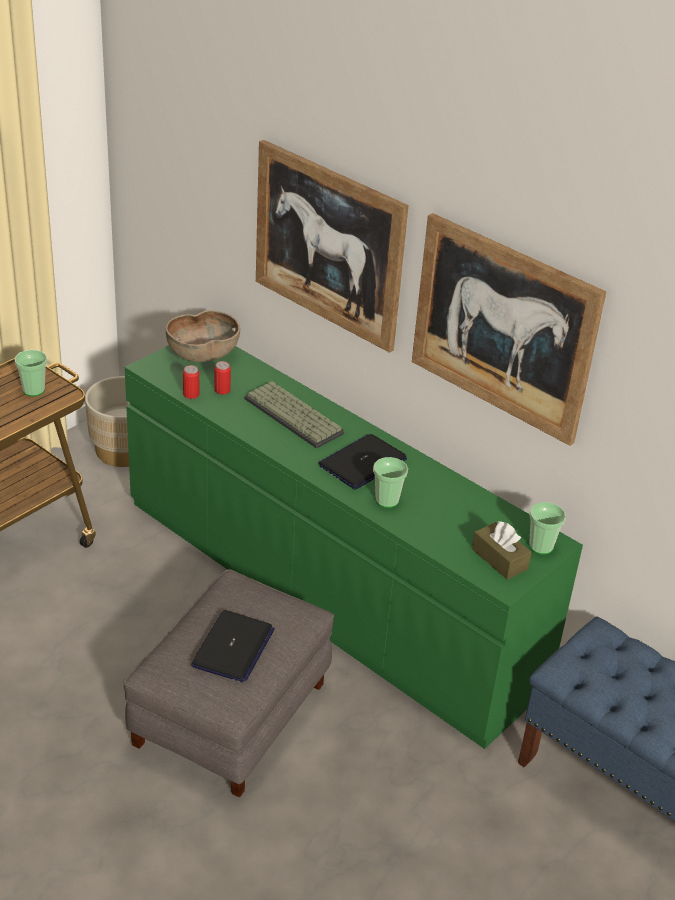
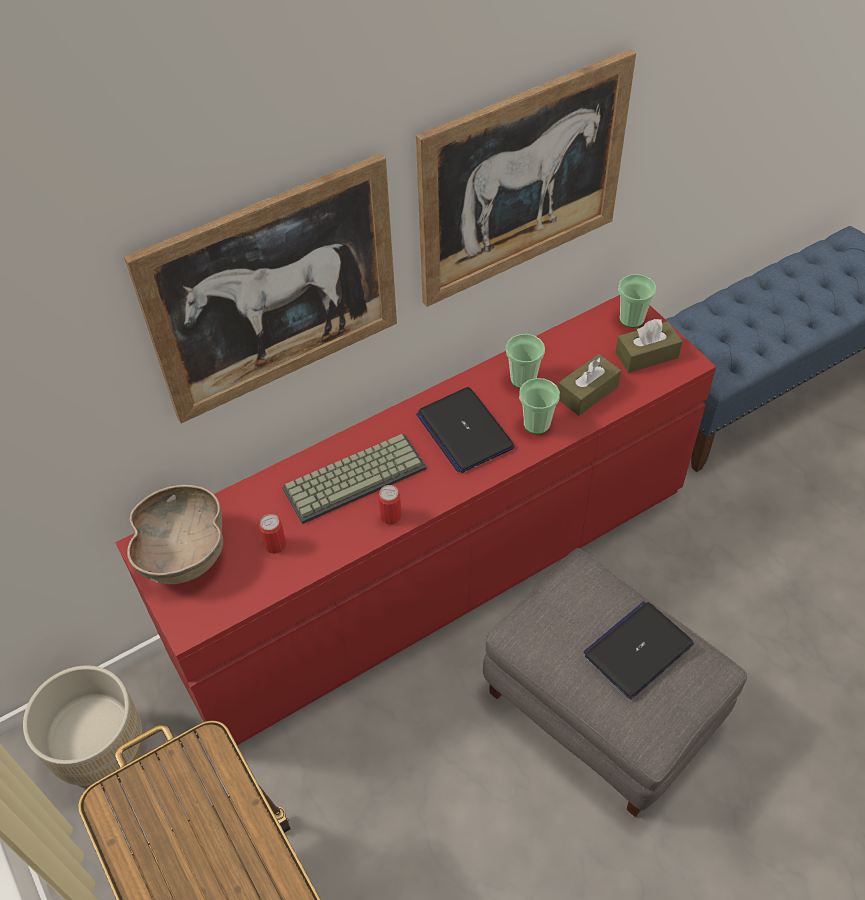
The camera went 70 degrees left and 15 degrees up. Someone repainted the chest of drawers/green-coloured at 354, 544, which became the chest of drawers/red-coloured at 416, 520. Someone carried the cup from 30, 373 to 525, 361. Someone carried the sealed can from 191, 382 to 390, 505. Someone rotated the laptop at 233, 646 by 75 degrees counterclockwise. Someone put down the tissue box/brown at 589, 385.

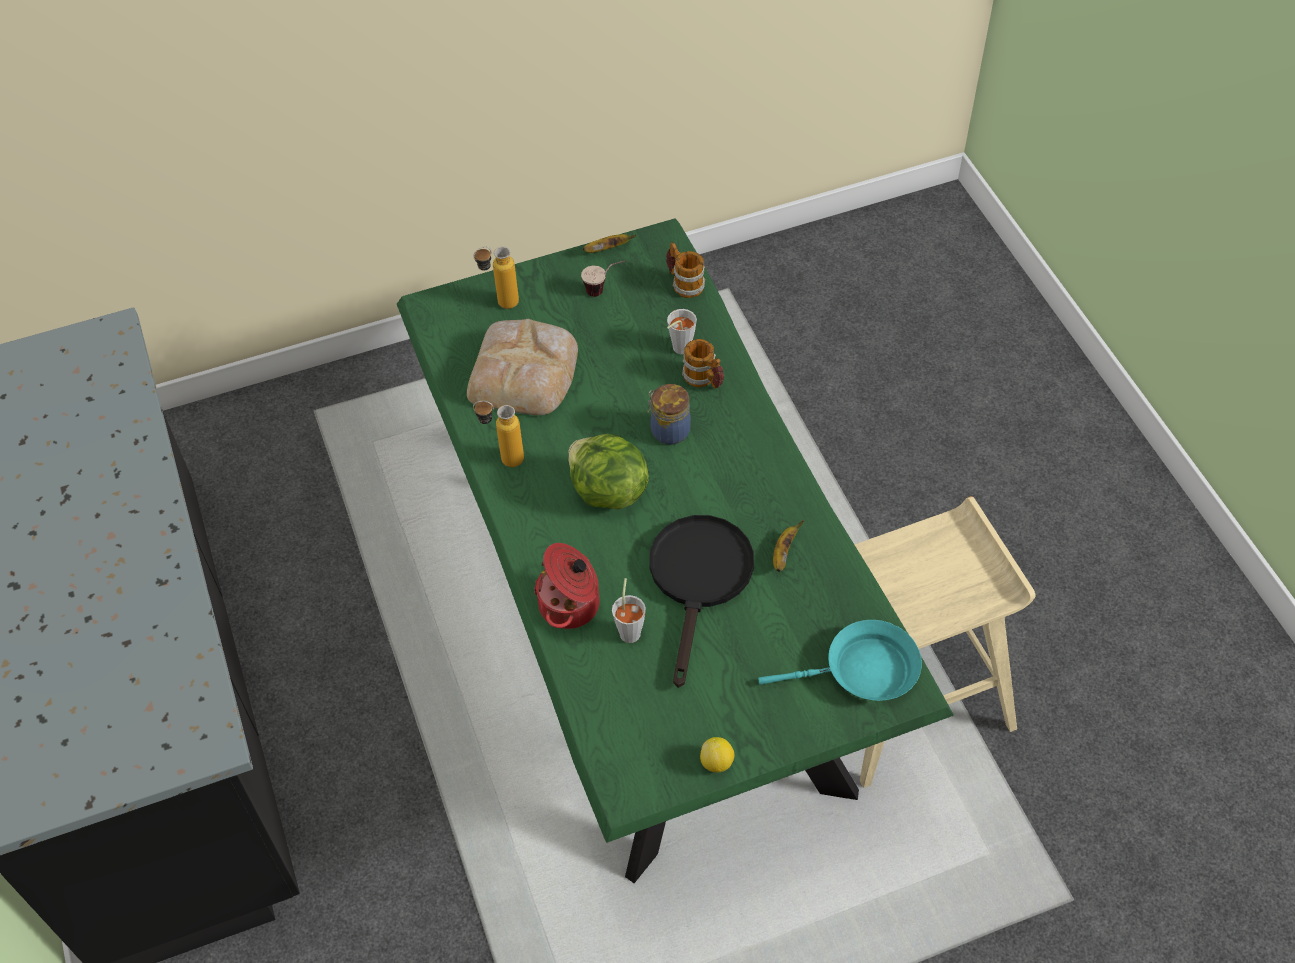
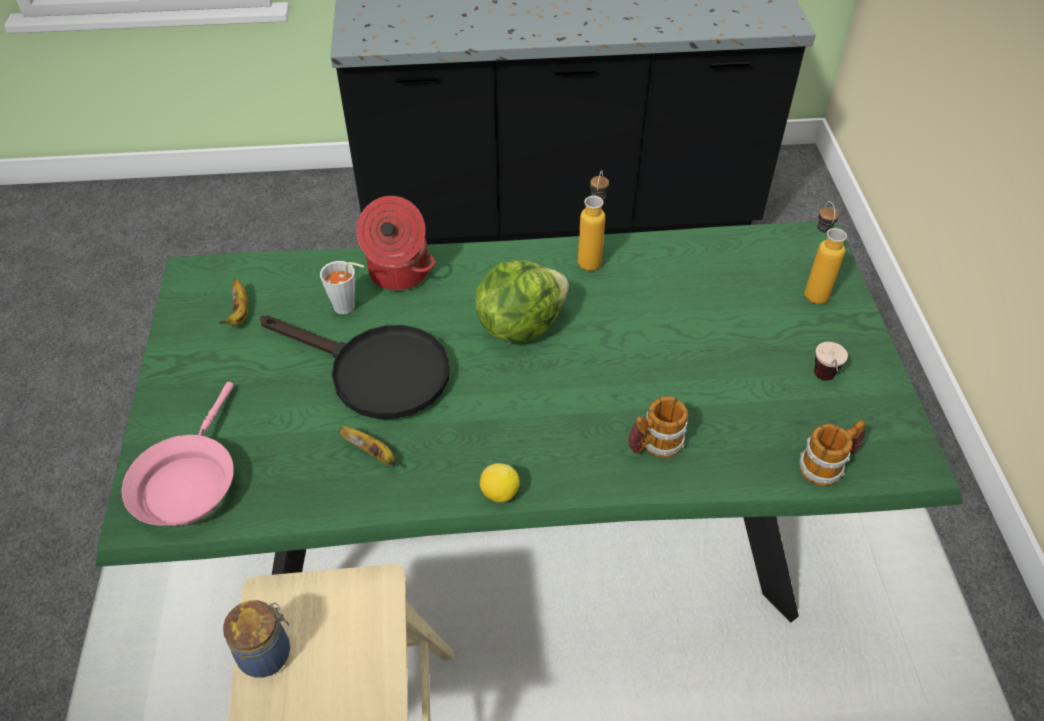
The camera went 105 degrees right and 5 degrees down. Someone carried the whole banana from 609, 243 to 233, 302. Someone took away the cup/grey at 682, 331. Someone took away the bread at 522, 367. Someone carried the preserve jar from 669, 414 to 256, 639. Someone repainted the frying pan/turquoise-coloured at 840, 660, which became the frying pan/pinkish at 178, 454. Someone carried the whole lemon from 717, 754 to 500, 482.

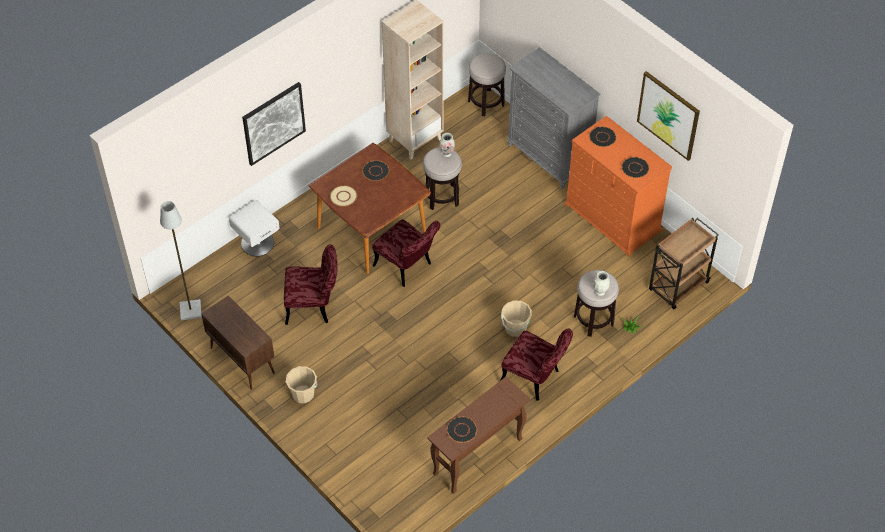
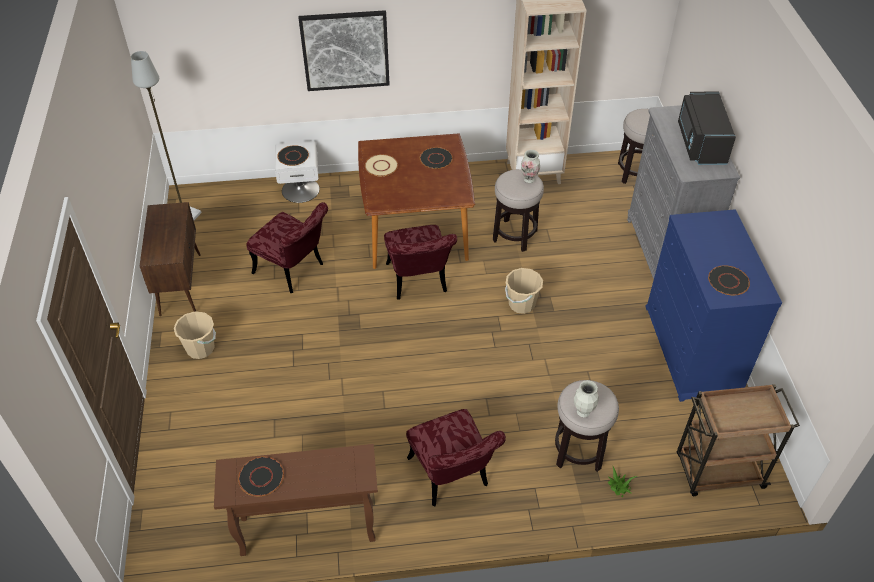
The camera went 35 degrees right and 5 degrees down. Someone took away the wall art at 668, 116. Someone repainted the chest of drawers/orange-coloured at 618, 186, which became the chest of drawers/blue at 713, 305. Someone carried the flat dish/blackish from 602, 137 to 293, 155. Someone carried the bucket/beige from 516, 318 to 524, 291. Someone put down the microwave/blackish at 707, 128.

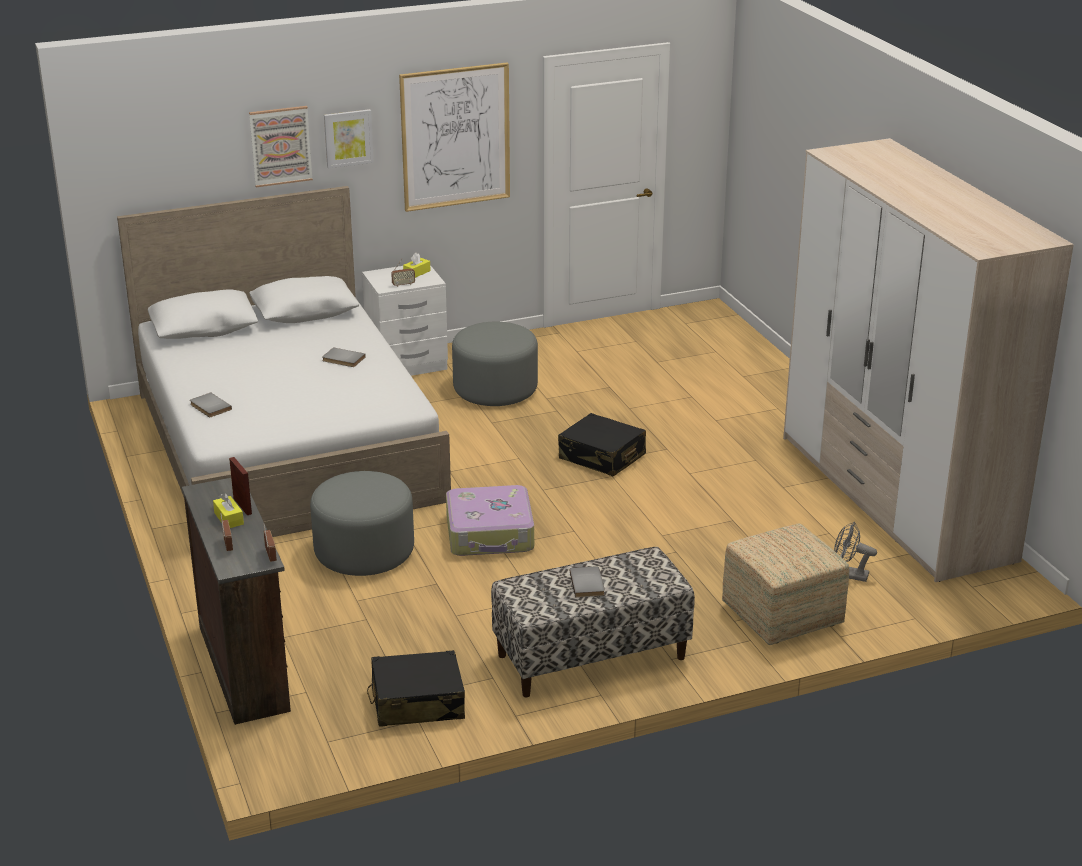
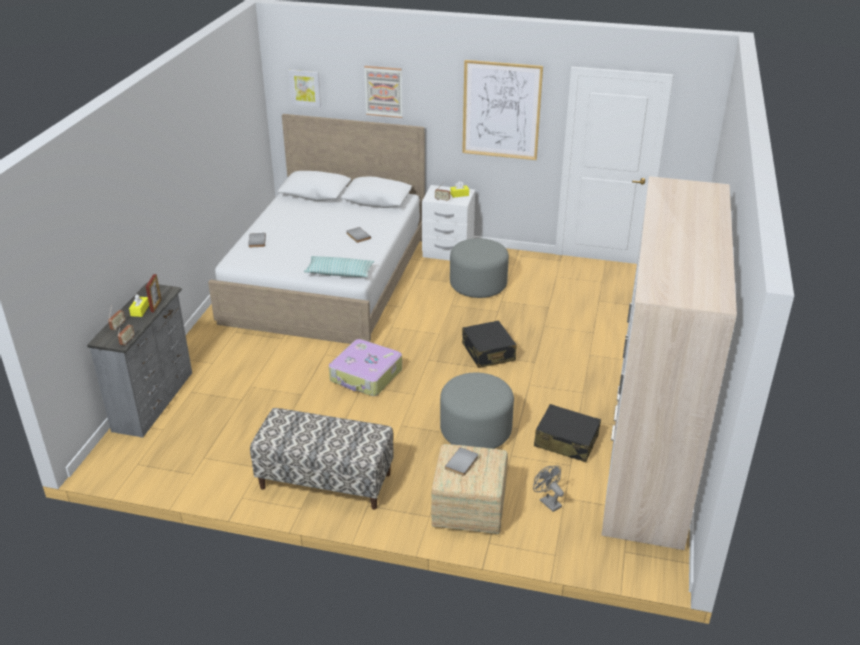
The camera went 35 degrees right and 5 degrees up. Someone carried the wall art from 349, 138 to 305, 88. Someone carried the ottoman/grey from 362, 523 to 477, 411. Someone repainted the chest of drawers/brown at 236, 601, which became the chest of drawers/grey at 139, 360. Someone carried the bound book/grey from 587, 581 to 461, 461. Someone carried the travel case/blackish from 416, 688 to 567, 433. Someone put down the throw pillow at 339, 266.

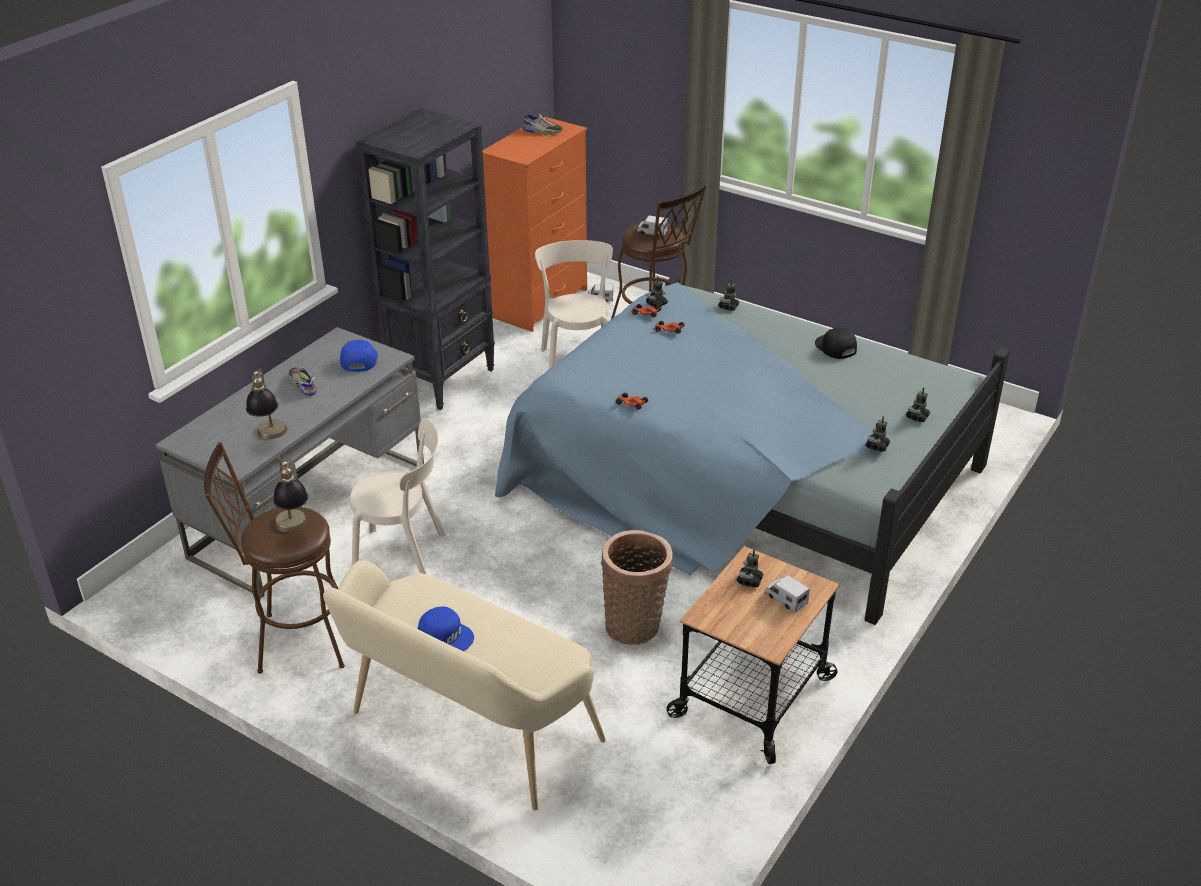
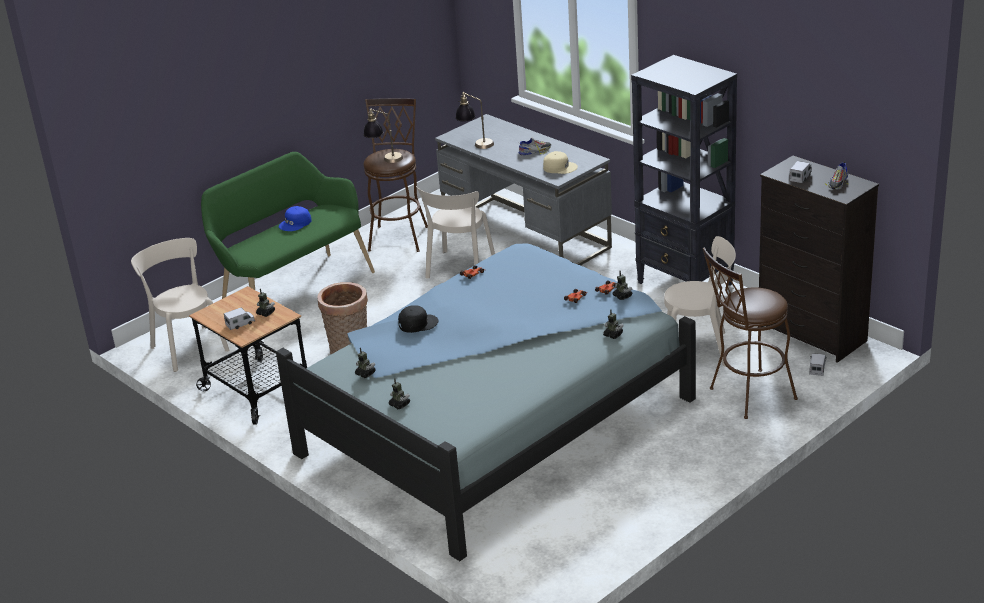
The camera went 105 degrees right and 5 degrees down. Someone repainted the chest of drawers/orange-coloured at 535, 224, which became the chest of drawers/blackish at 818, 259. Someone carried the toy truck from 652, 225 to 800, 172. Someone carried the peaked cap/blackish from 836, 343 to 418, 319. Someone repainted the peaked cap/blue at 359, 356, which became the peaked cap/beige at 560, 162. Someone repainted the bench/beige at 464, 685, which became the bench/green-coloured at 288, 225. Someone put down the chair/beige at 180, 305.

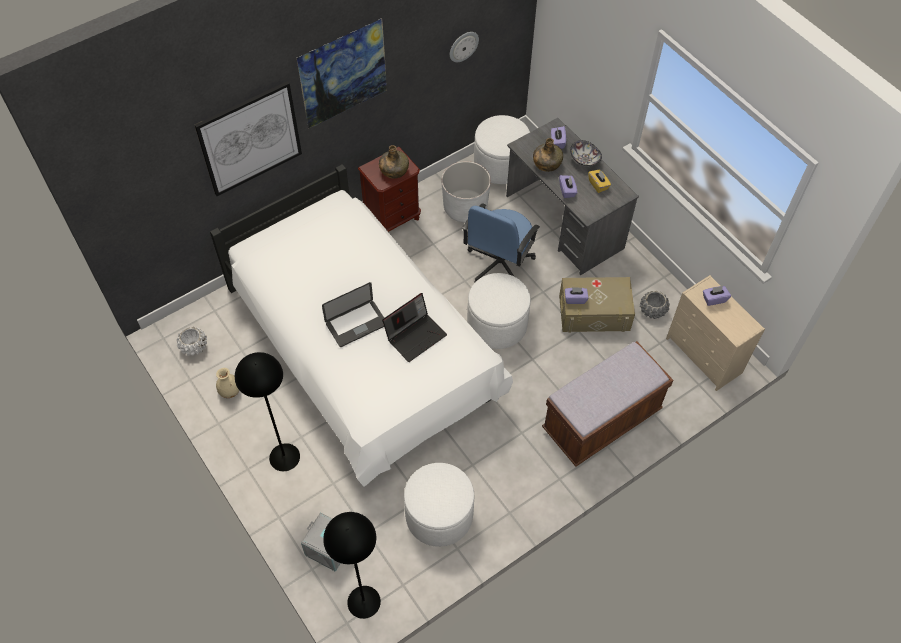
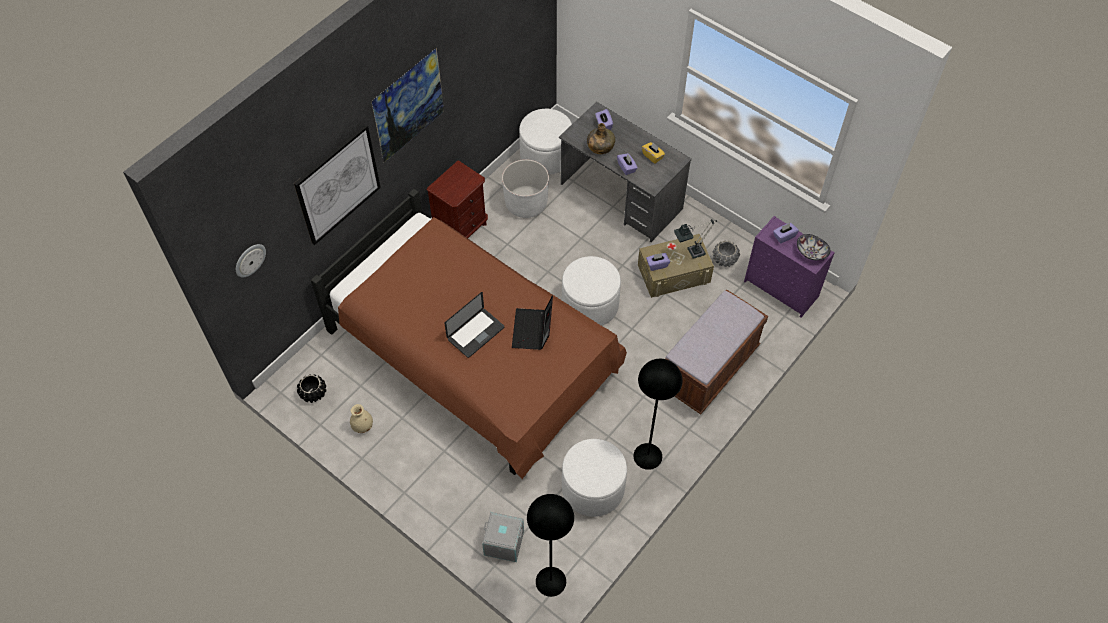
The camera went 15 degrees left and 0 degrees up. Someone carried the clock on the wall from 464, 47 to 251, 260. Someone carried the bowl from 586, 153 to 814, 247. Someone took away the drink bottle/green-coloured at 394, 162. Someone repainted the sleeping bed/white-coloured at 361, 325, which became the sleeping bed/brown at 469, 334. Someone took away the computer chair/blue at 501, 242. Someone repainted the chest of drawers/beige at 715, 333, which became the chest of drawers/purple at 789, 267. Someone rotated the laptop at 414, 327 by 150 degrees clockwise. Someone repainted the flower pot/white-coloured at 192, 341, which became the flower pot/blackish at 311, 388. Someone carried the floor lamp/blackish from 267, 411 to 658, 414. Someone put down the lamp for a table at 695, 239.

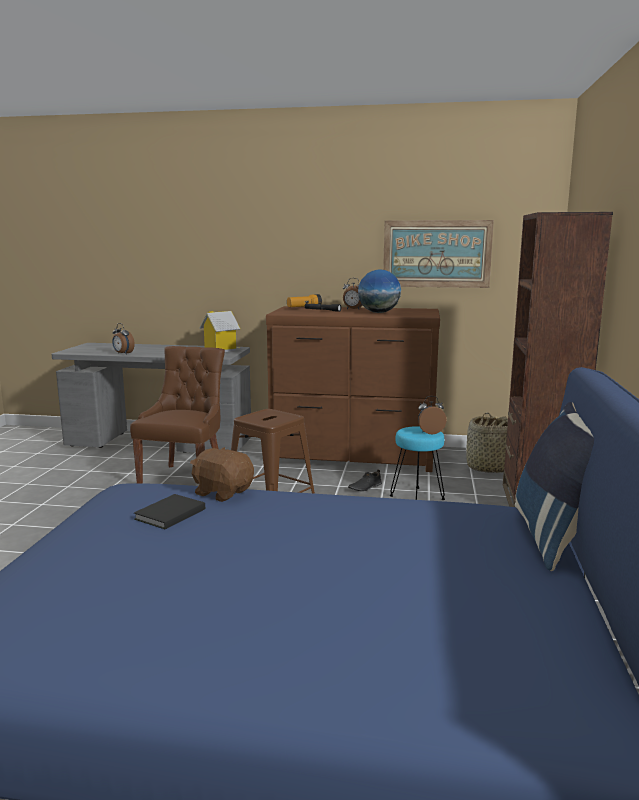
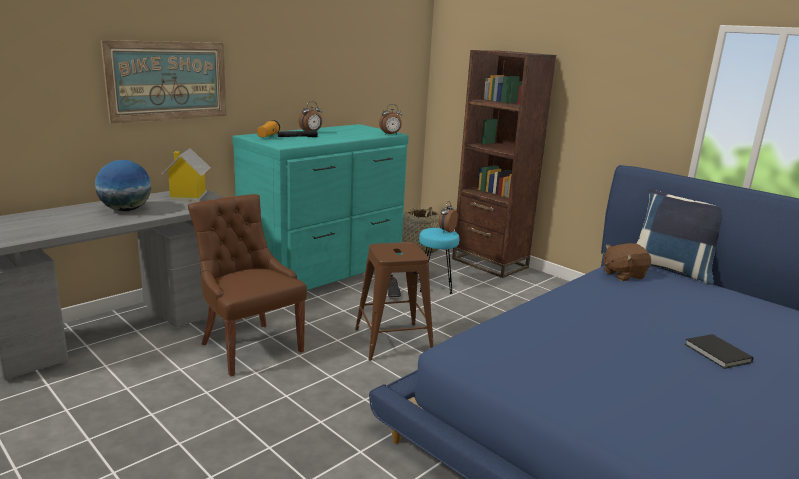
The camera went 55 degrees left and 5 degrees up. Someone carried the wall art from 438, 254 to 164, 81. Someone carried the globe from 379, 291 to 123, 185. Someone repainted the chest of drawers/brown at 353, 389, which became the chest of drawers/turquoise-coloured at 320, 207. Someone carried the alarm clock from 123, 339 to 390, 119. Someone carried the cuddly toy/brown from 222, 474 to 627, 262. Someone carried the bound book/blackish from 169, 511 to 719, 351.

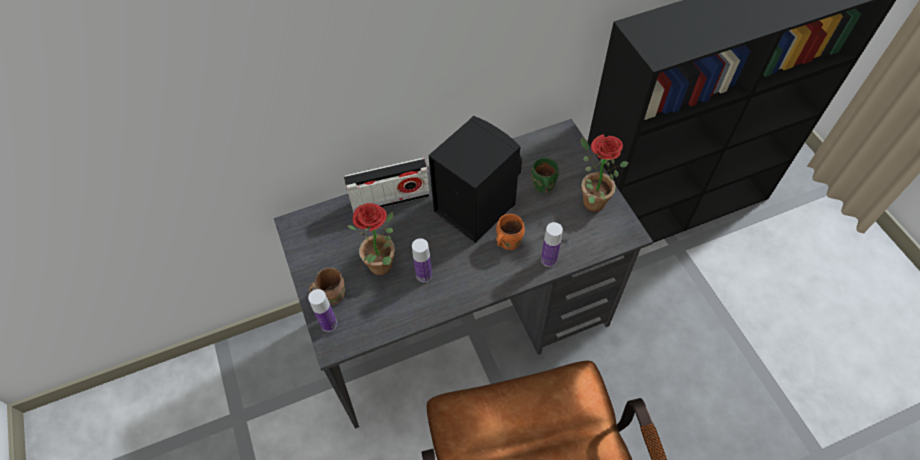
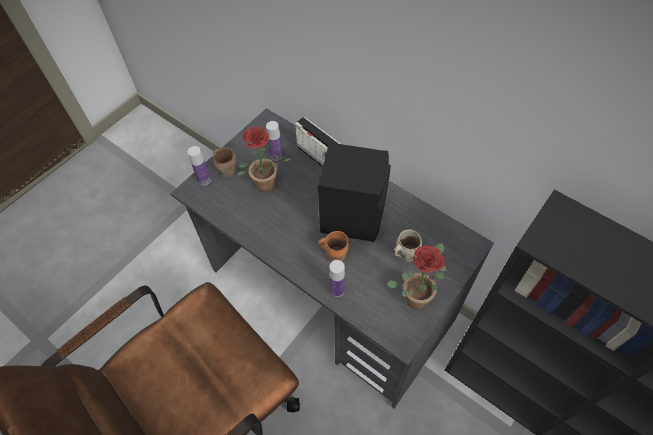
The camera went 60 degrees right and 0 degrees up. Someone repainted the coffee mug/green-coloured at 545, 175, which became the coffee mug/beige at 407, 246. Someone carried the drink bottle from 422, 260 to 274, 141.

